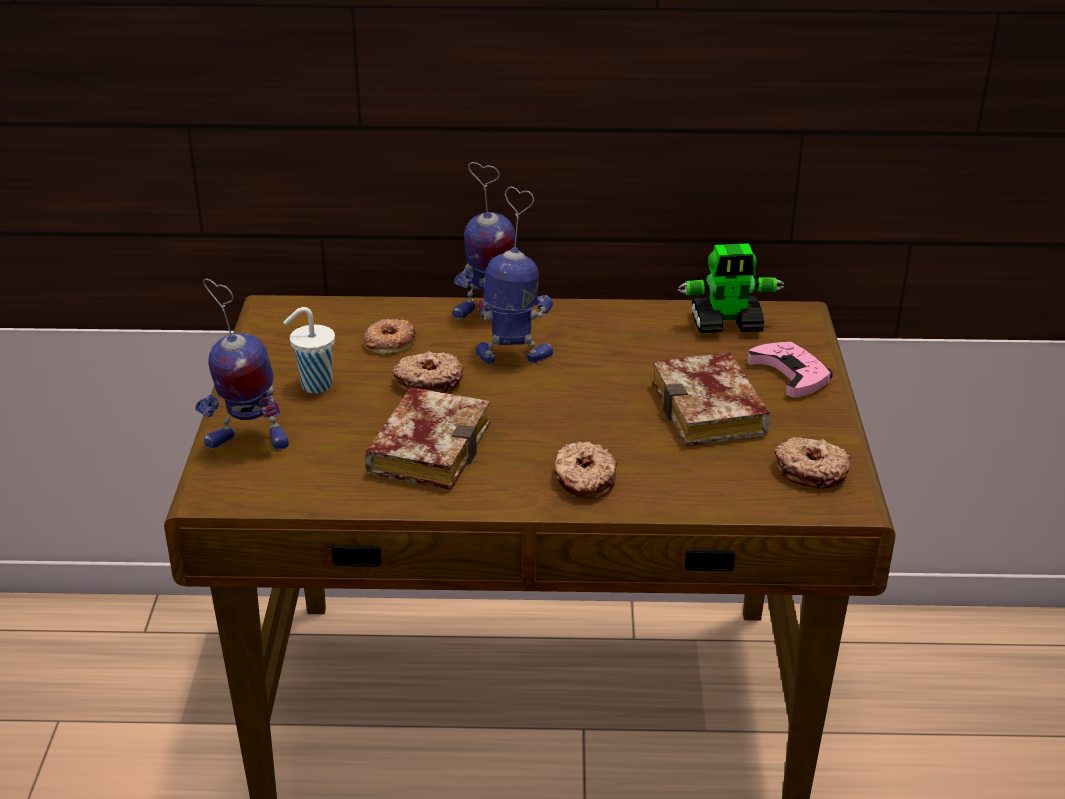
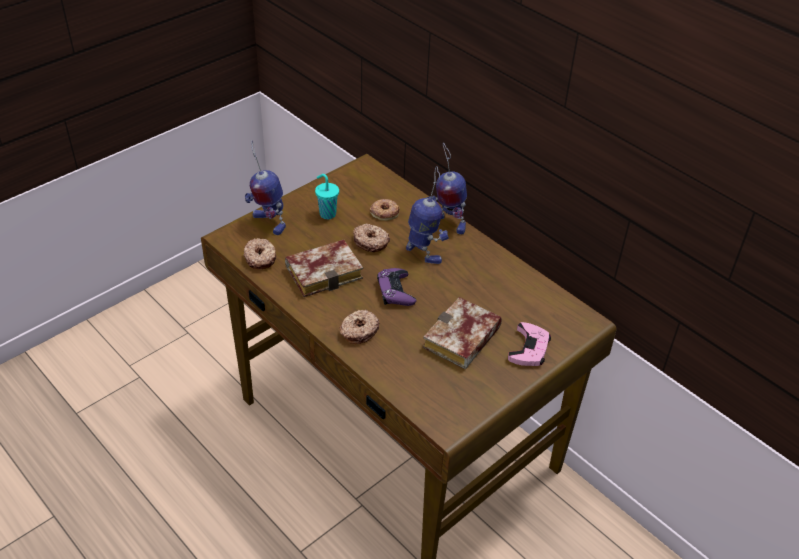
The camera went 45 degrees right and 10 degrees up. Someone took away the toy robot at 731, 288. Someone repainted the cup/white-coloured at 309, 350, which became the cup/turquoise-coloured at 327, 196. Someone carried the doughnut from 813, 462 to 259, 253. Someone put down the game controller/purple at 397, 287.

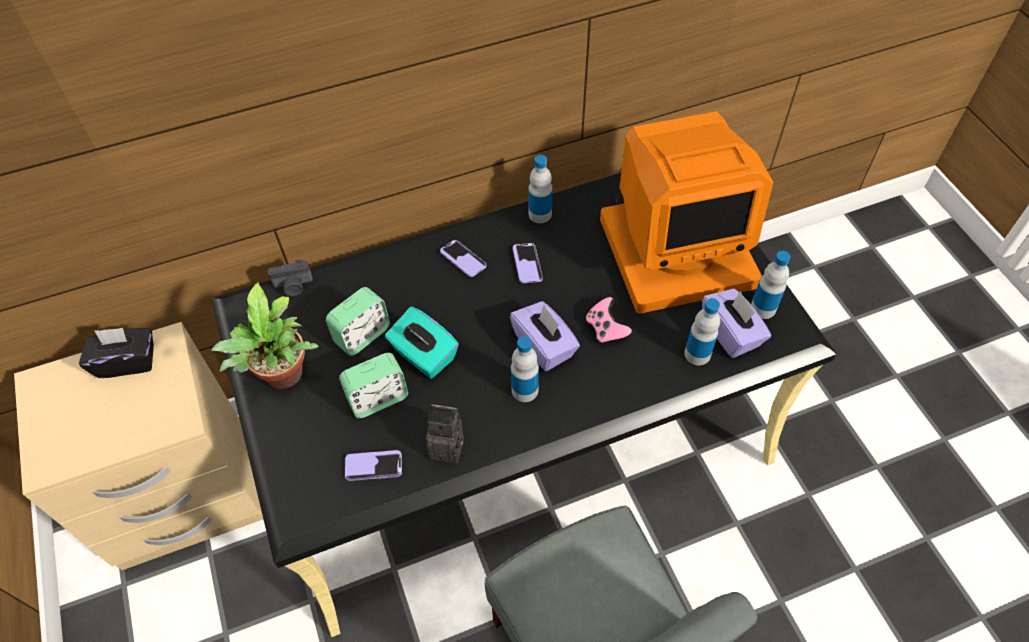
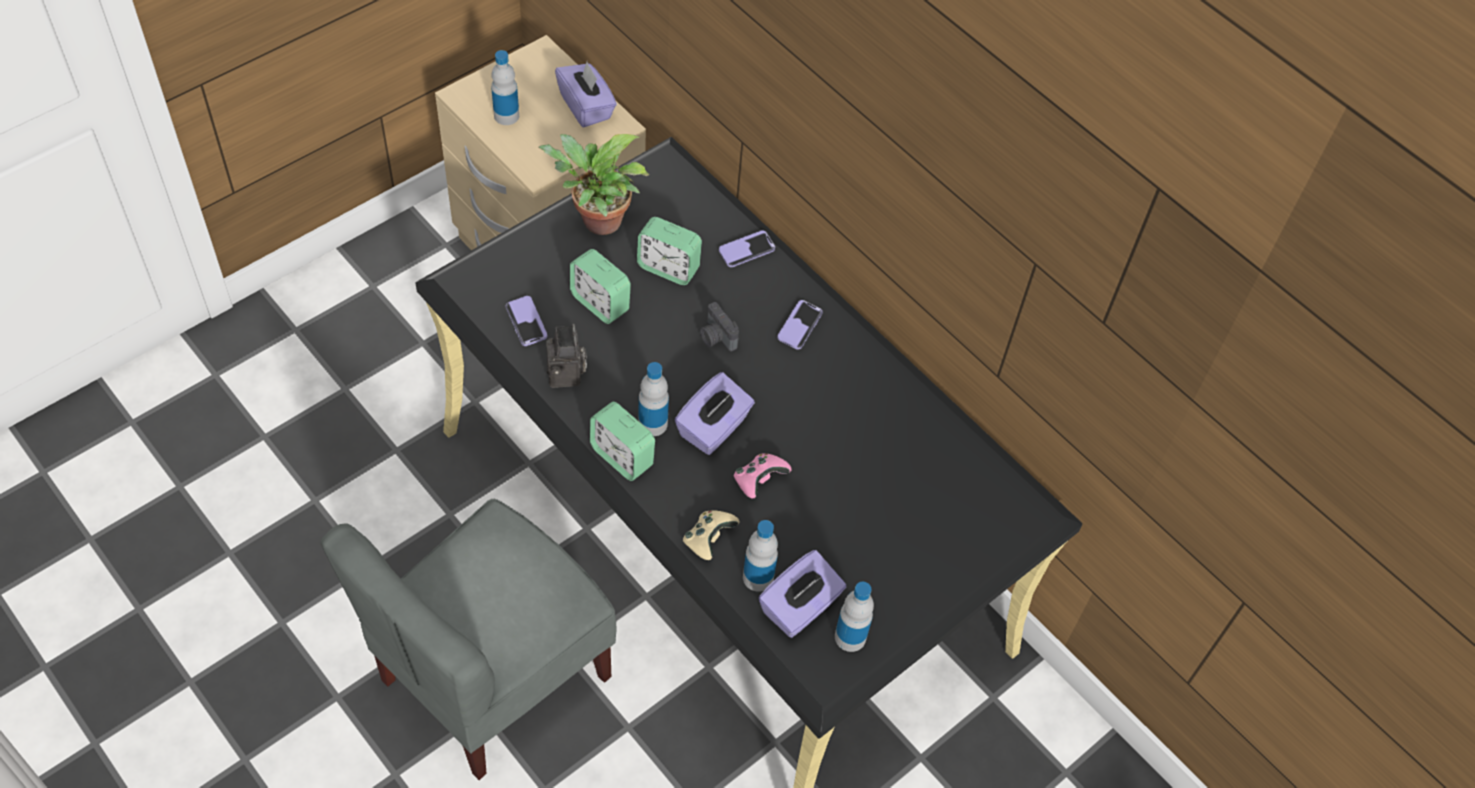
The camera went 65 degrees right and 0 degrees up. Someone took away the monitor at 686, 212. Someone carried the drink bottle from 540, 189 to 505, 87. Someone carried the handset from 528, 263 to 747, 248. Someone carried the photo camera from 290, 277 to 719, 327. Someone took away the tissue box/turquoise-coloured at 422, 342. Someone repainted the tissue box/blackish at 116, 353, which became the tissue box/purple at 586, 95. Someone put down the alarm clock at 622, 441. Someone put down the game controller/beige at 711, 535.

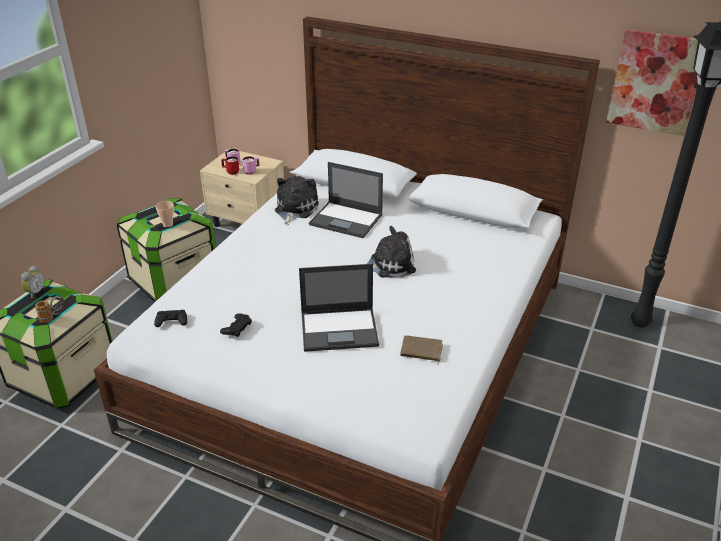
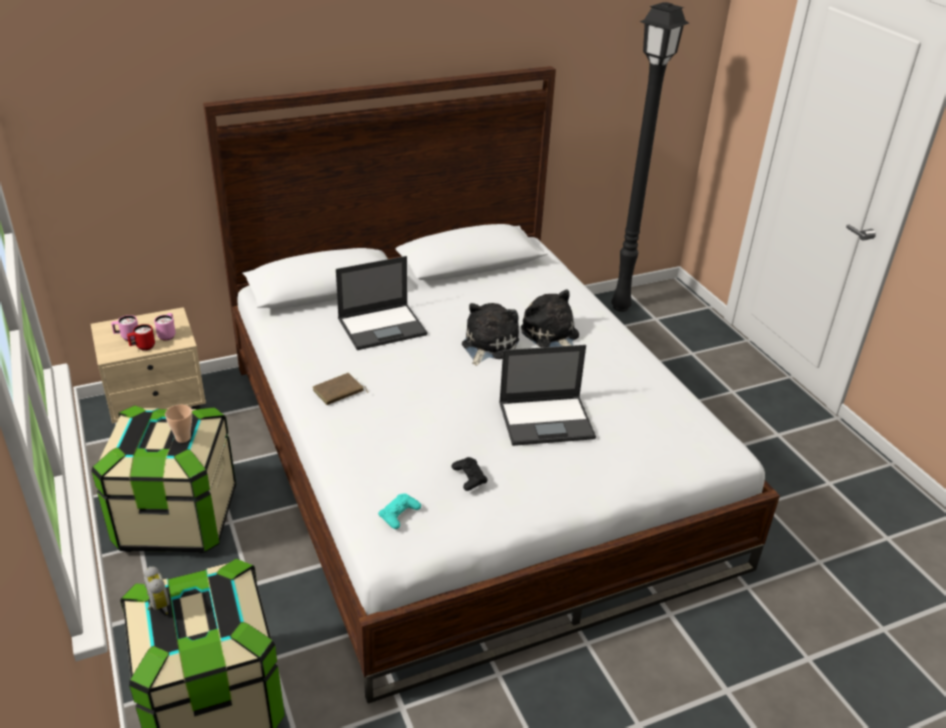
The camera went 50 degrees left and 0 degrees up. Someone took away the wall art at 652, 82. Someone carried the cuddly toy from 297, 200 to 550, 318. Someone rotated the laptop at 339, 308 by 45 degrees clockwise. Someone took away the coffee mug at 49, 309. Someone repainted the game controller/blackish at 170, 318, which became the game controller/turquoise-coloured at 399, 511. Someone carried the bound book/brown from 421, 349 to 340, 389.

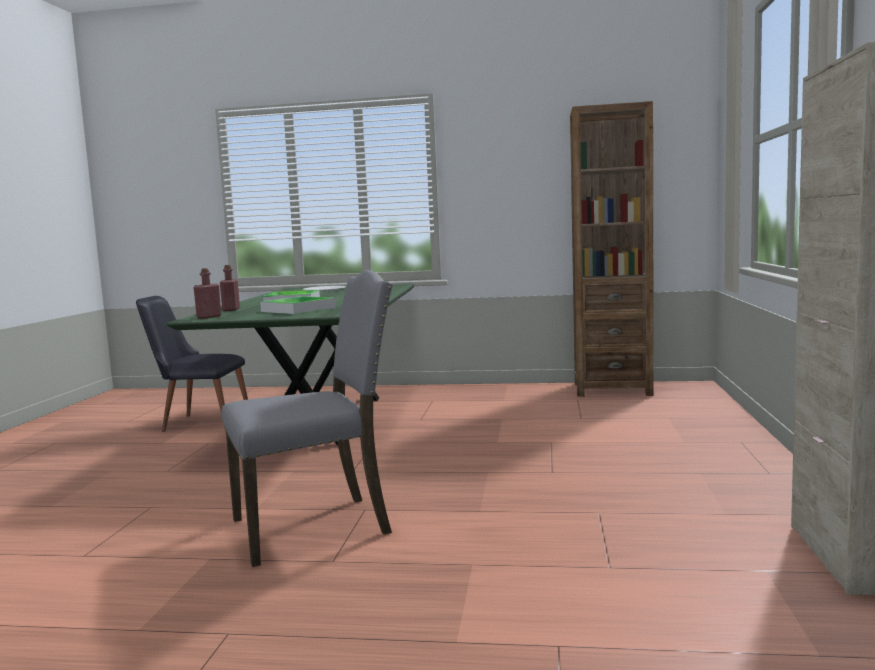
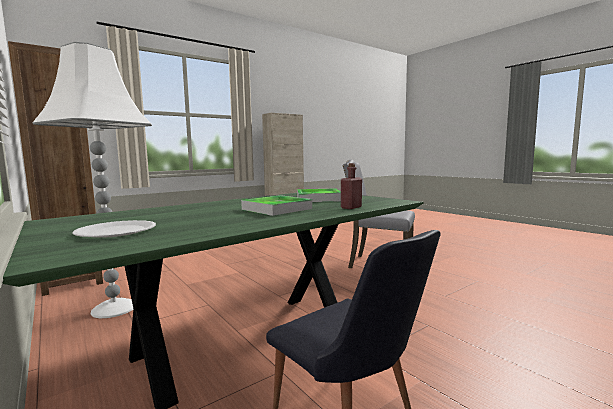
The camera went 135 degrees left and 0 degrees up. Someone took away the drink bottle/red-coloured at 207, 293. Someone put down the floor lamp/white-coloured at 92, 180.

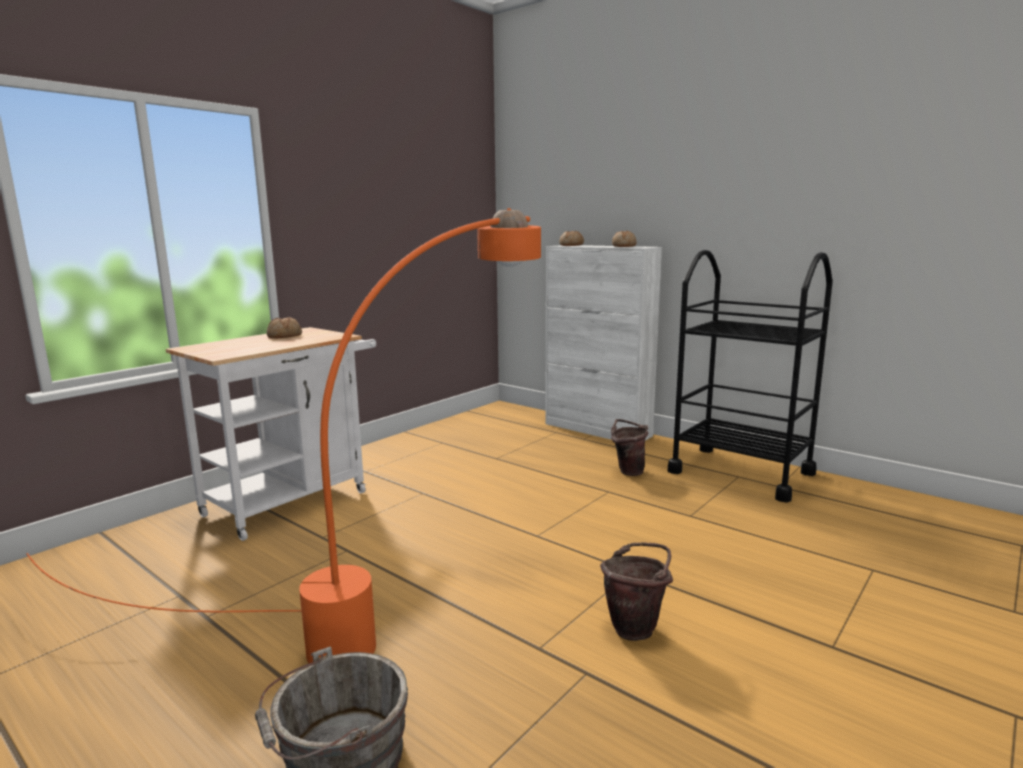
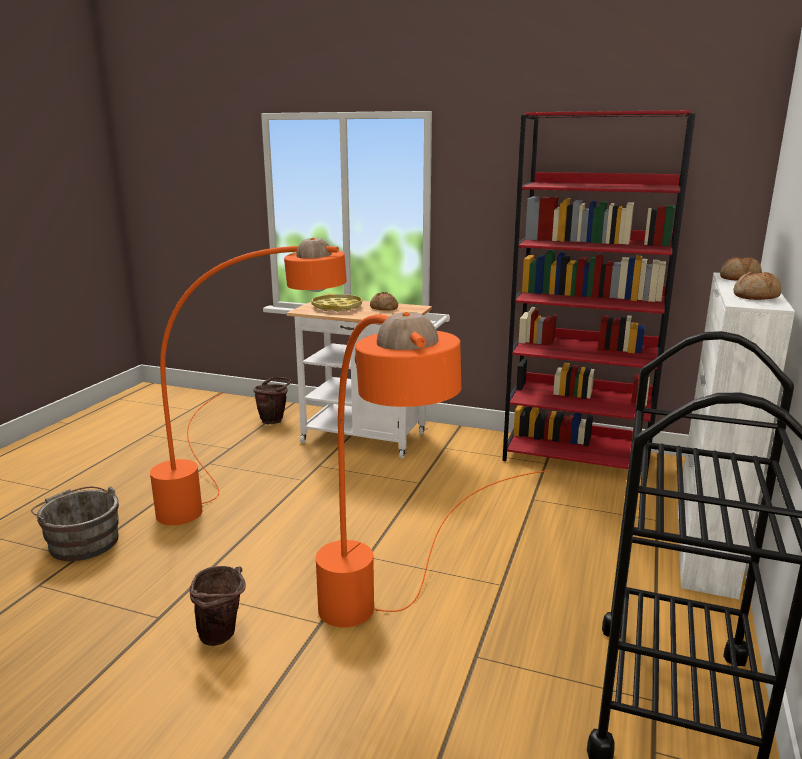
The camera went 70 degrees right and 5 degrees up. Someone carried the bucket/brown from 629, 447 to 272, 400. Someone put down the shelving unit/red-coloured at 599, 293. Someone put down the serving tray/yellow at 336, 303. Someone put down the floor lamp/orange-coloured at 432, 469.

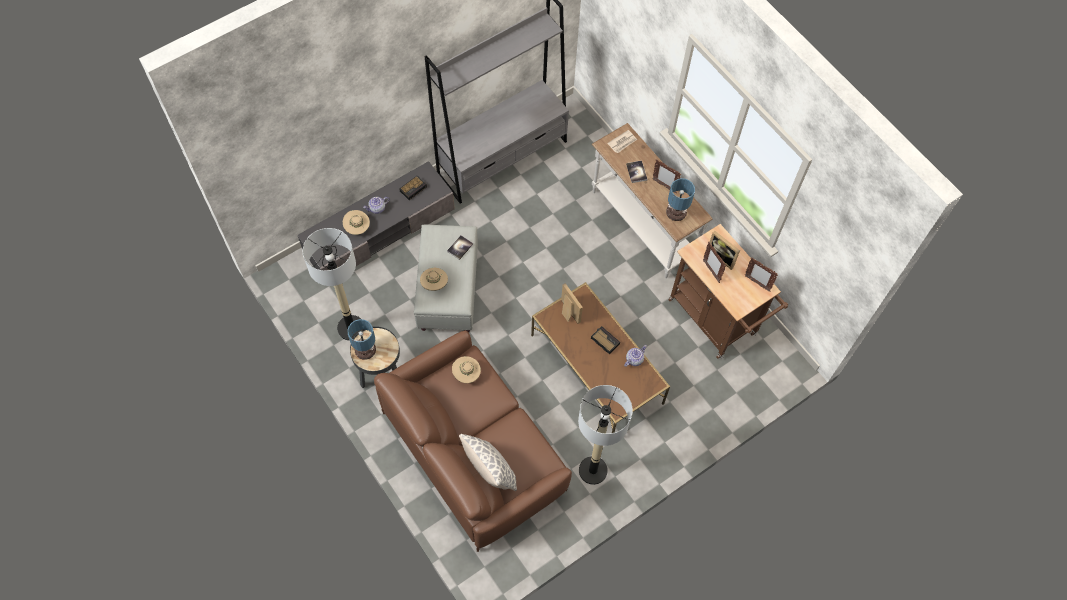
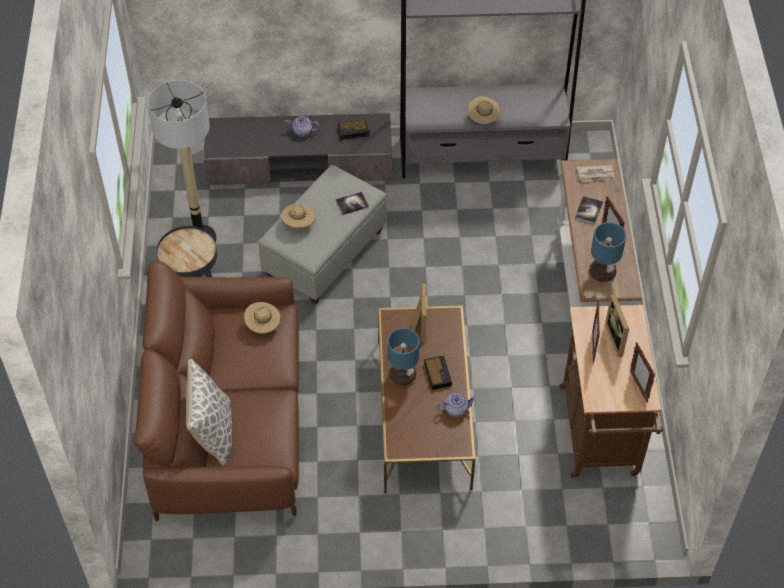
The camera went 35 degrees right and 10 degrees down. Someone carried the wearable hat/beige from 356, 222 to 483, 110. Someone carried the lamp for a table from 361, 339 to 403, 356. Someone took away the floor lamp at 605, 435.

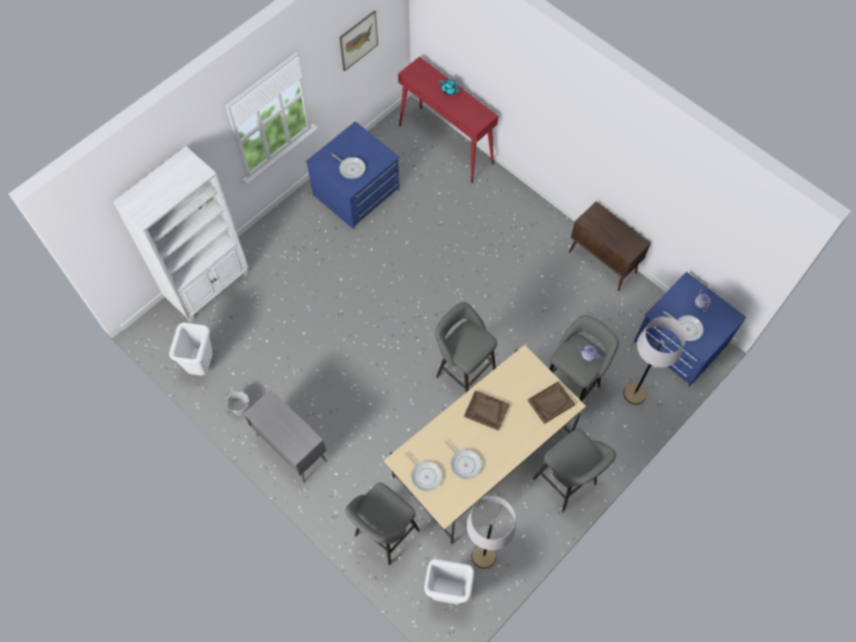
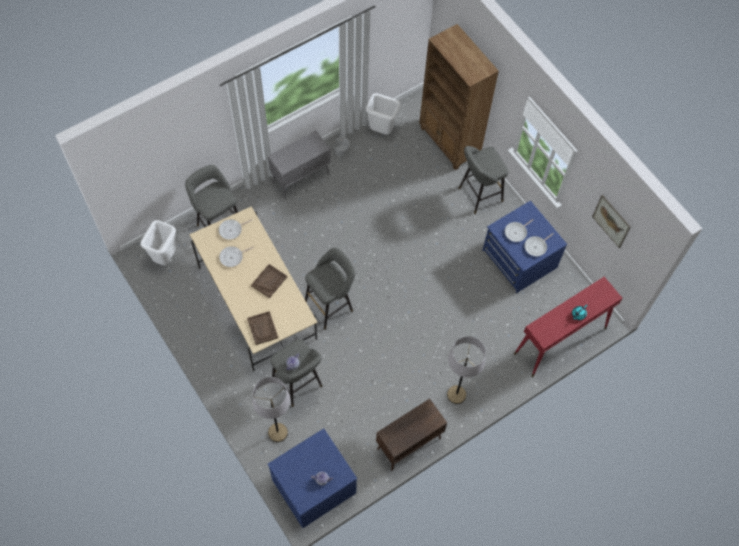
The camera went 100 degrees right and 0 degrees up. Someone repainted the shelving unit/white-coloured at 181, 234, which became the shelving unit/brown at 459, 97. Someone carried the frying pan from 683, 326 to 538, 244. Someone carried the sitting stool/grey from 574, 470 to 483, 180. Someone carried the floor lamp/grey from 491, 532 to 466, 370.

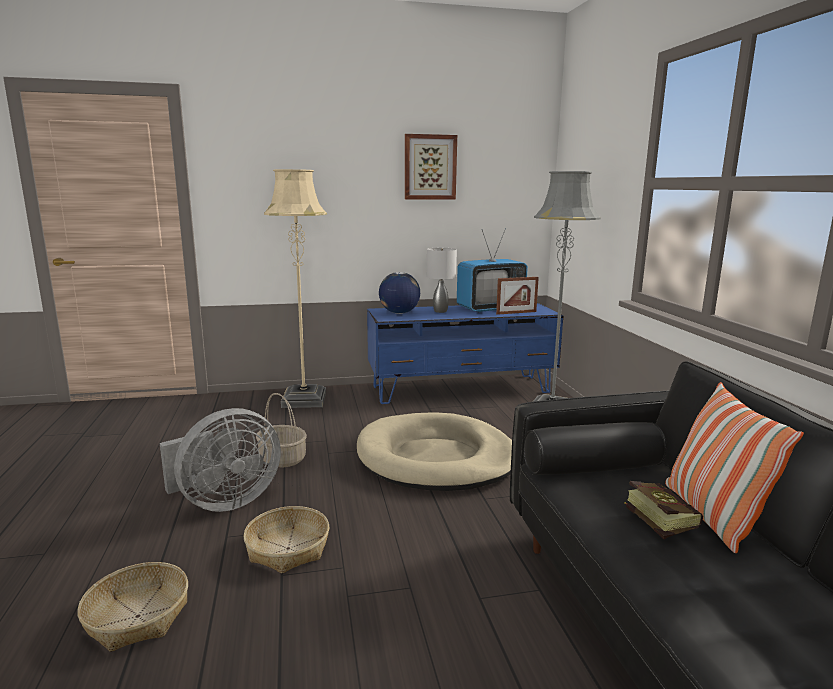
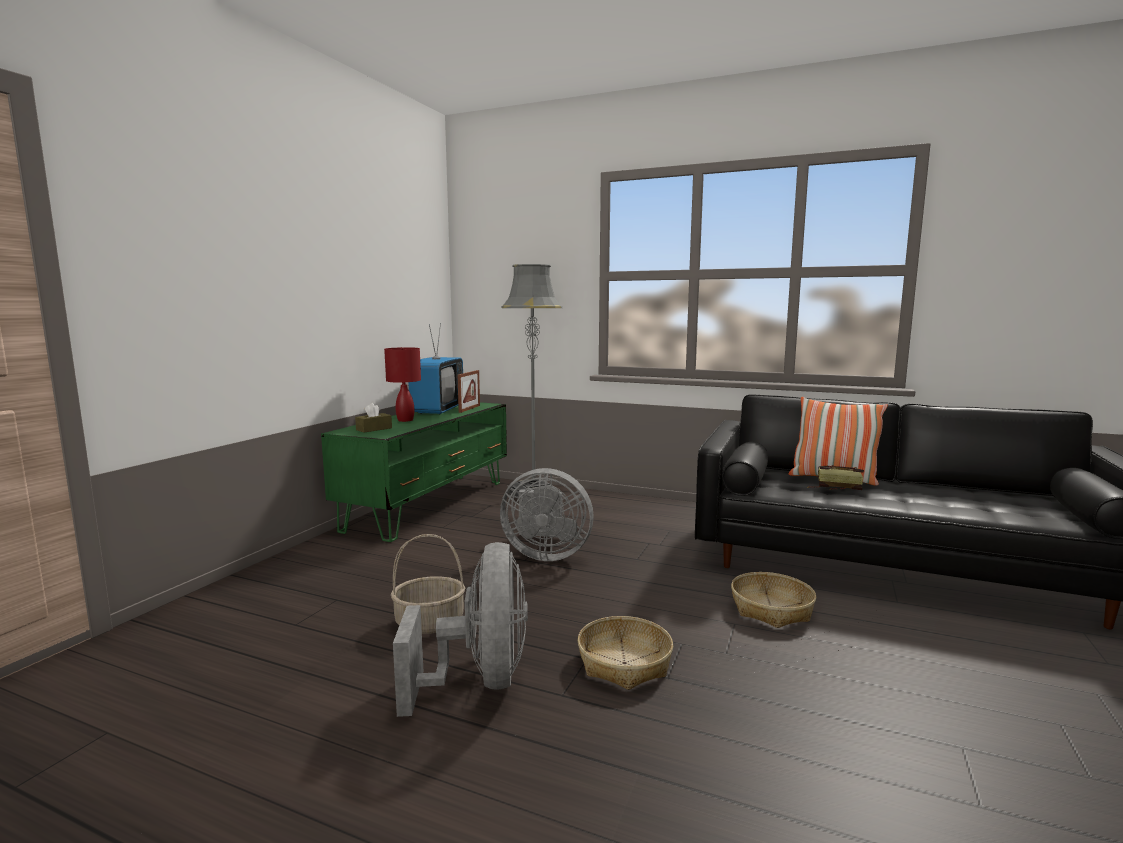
The camera went 55 degrees left and 5 degrees down. Someone took away the wall art at 431, 167. Someone took away the floor lamp/beige at 295, 288. Someone repainted the lamp for a table/grey at 442, 280, which became the lamp for a table/red-coloured at 402, 384. Someone swapped the globe at 399, 293 for the tissue box/brown at 373, 418. Someone repainted the tv unit/blue at 465, 353, which became the tv unit/green-coloured at 414, 472. Someone swapped the dog cushion/beige at 434, 451 for the cooling fan/grey at 547, 514. Someone carried the basket from 133, 607 to 773, 600.

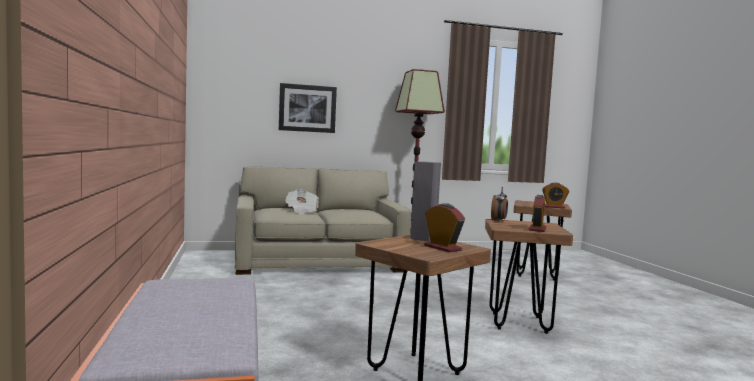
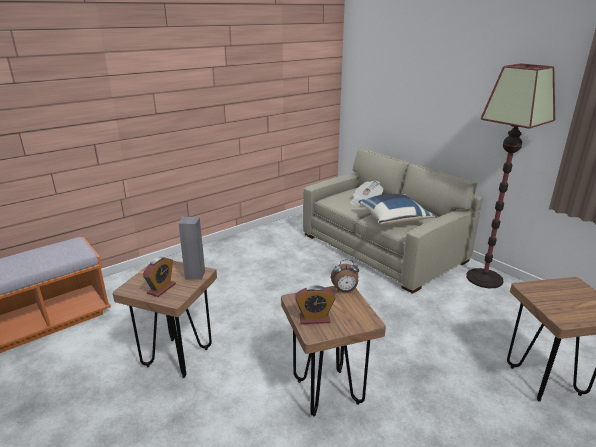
The camera went 65 degrees right and 20 degrees up. Someone took away the wall art at 308, 108. Someone took away the alarm clock at 555, 196. Someone put down the throw pillow/blue at 396, 209.

